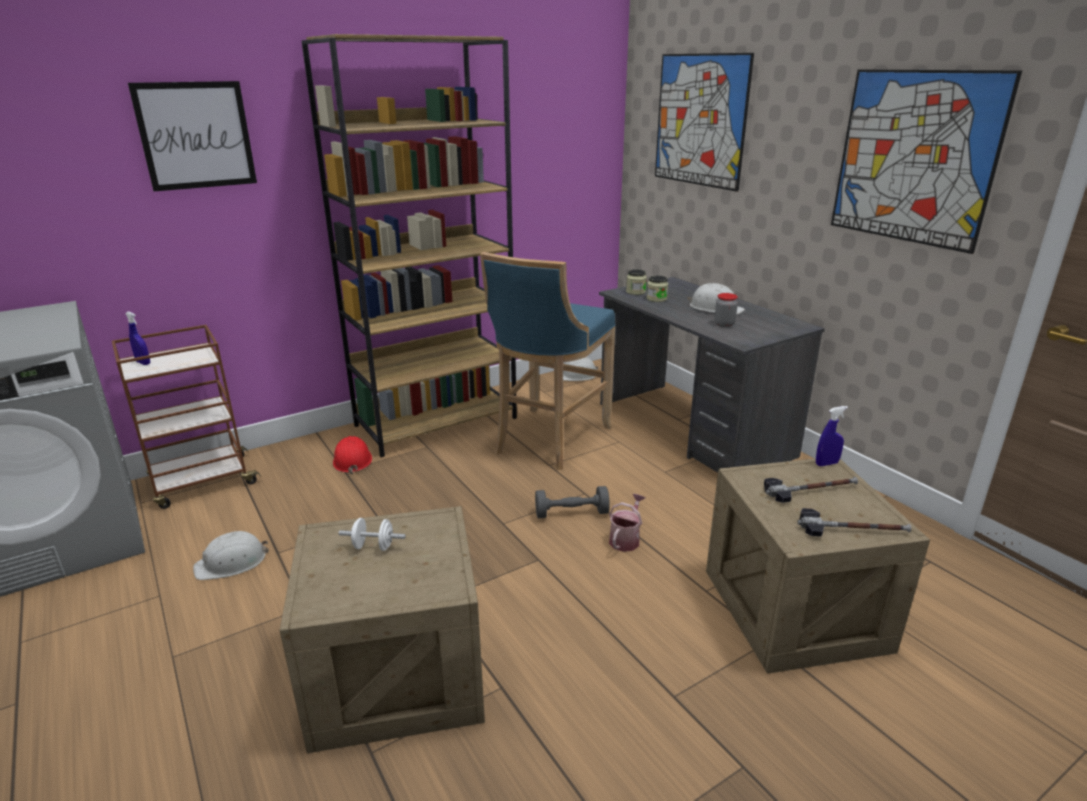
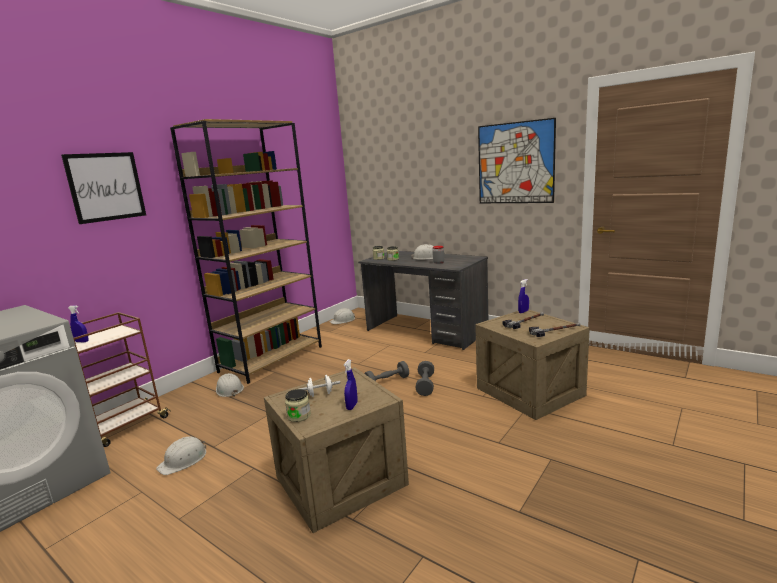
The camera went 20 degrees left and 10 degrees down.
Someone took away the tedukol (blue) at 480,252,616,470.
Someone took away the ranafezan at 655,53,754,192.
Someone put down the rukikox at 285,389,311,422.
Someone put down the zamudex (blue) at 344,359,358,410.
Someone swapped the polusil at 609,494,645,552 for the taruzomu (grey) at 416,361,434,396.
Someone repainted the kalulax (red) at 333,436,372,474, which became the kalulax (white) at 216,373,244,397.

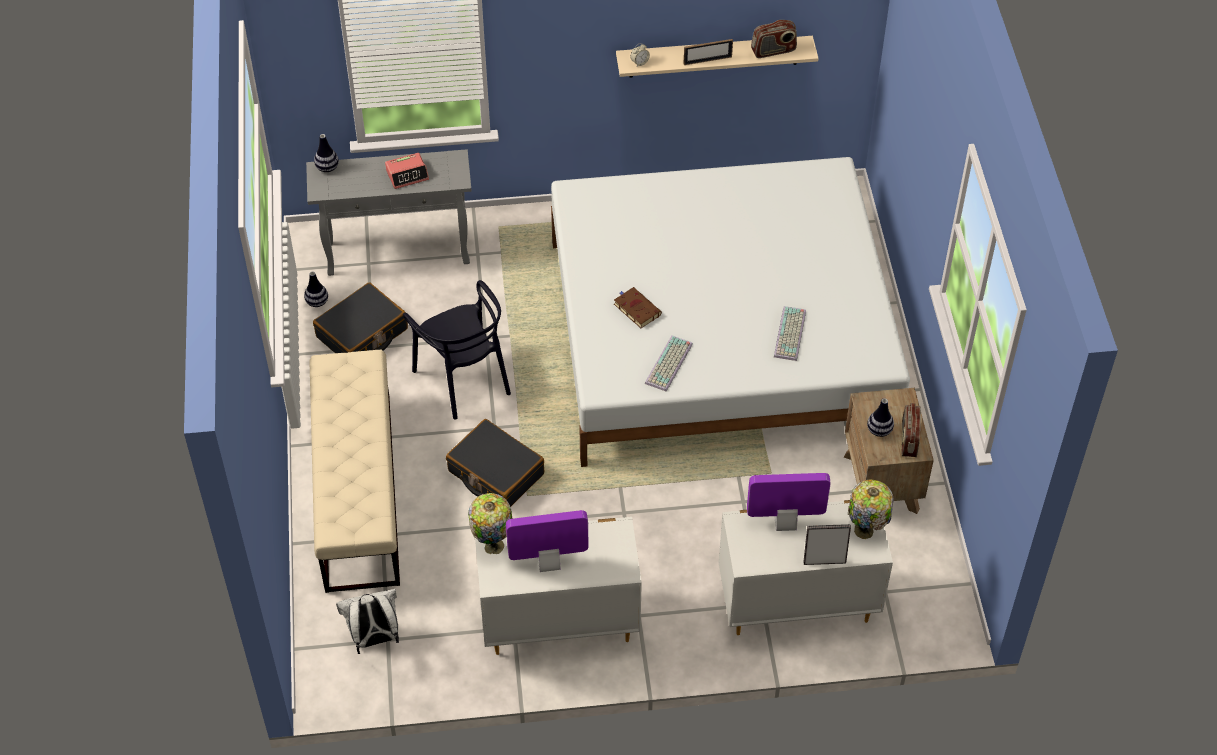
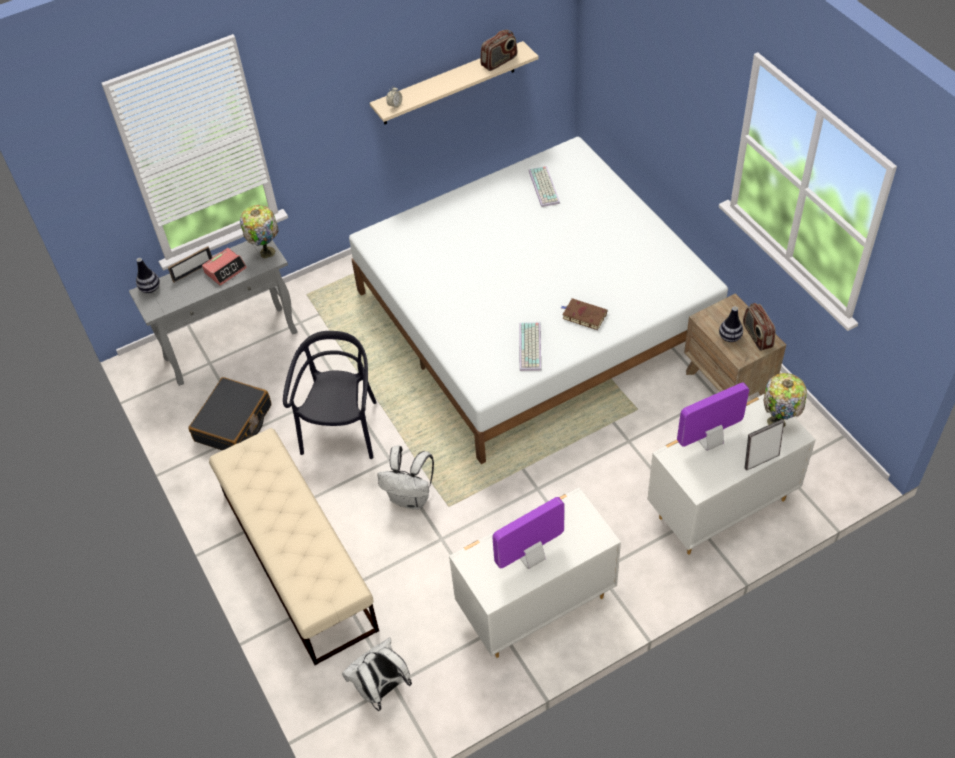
The camera went 20 degrees left and 0 degrees up.
Someone took away the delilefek at 304,271,328,307.
Someone carried the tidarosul from 468,493,513,554 to 240,205,279,258.
Someone carried the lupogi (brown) from 614,287,662,328 to 561,298,607,330.
Someone carried the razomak from 684,39,733,65 to 168,246,212,282.
Someone carried the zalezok from 774,306,806,361 to 529,166,560,207.
Someone swapped the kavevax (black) at 446,419,544,507 for the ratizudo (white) at 377,445,434,510.
Someone rotated the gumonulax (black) at 403,280,511,419 by 120 degrees counterclockwise.

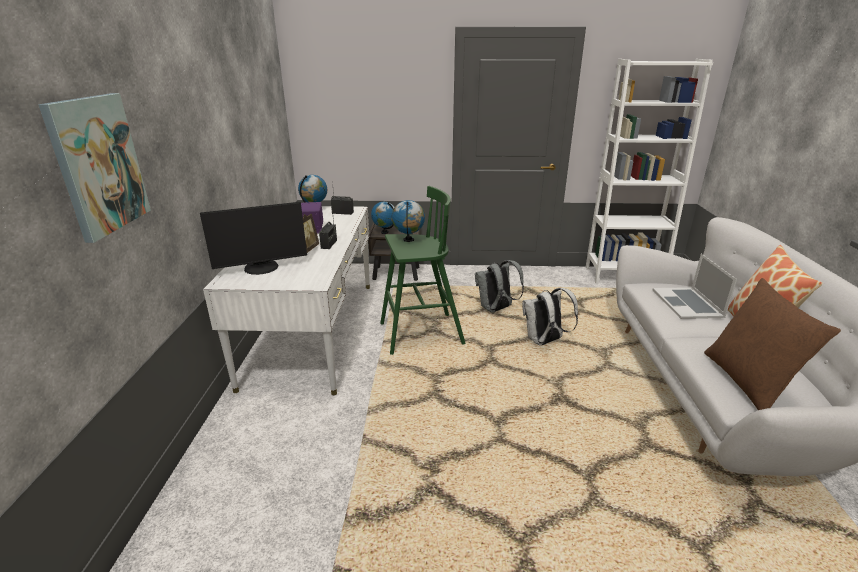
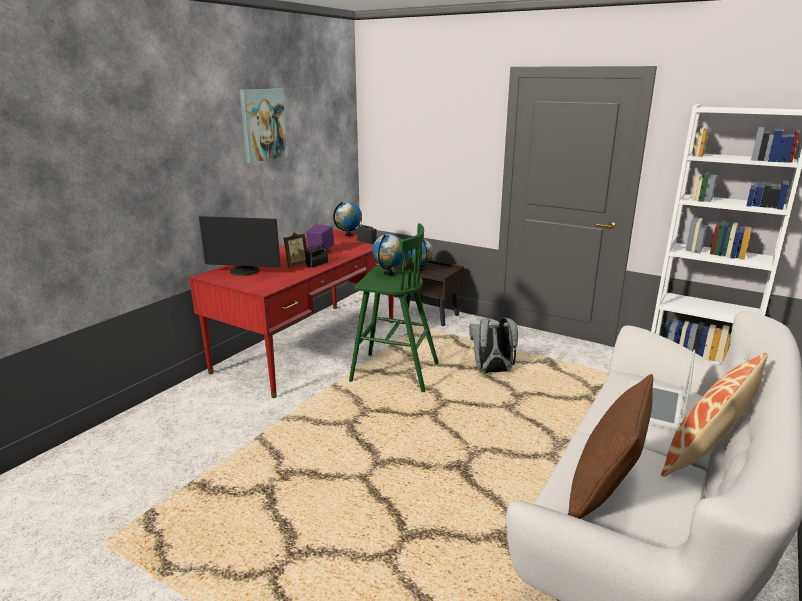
The camera went 30 degrees right and 5 degrees down.
Someone took away the ratizudo (white) at 522,288,578,346.
Someone carried the ranafezan from 38,93,151,243 to 240,89,288,163.
Someone repainted the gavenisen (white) at 203,206,370,395, which became the gavenisen (red) at 189,229,397,398.

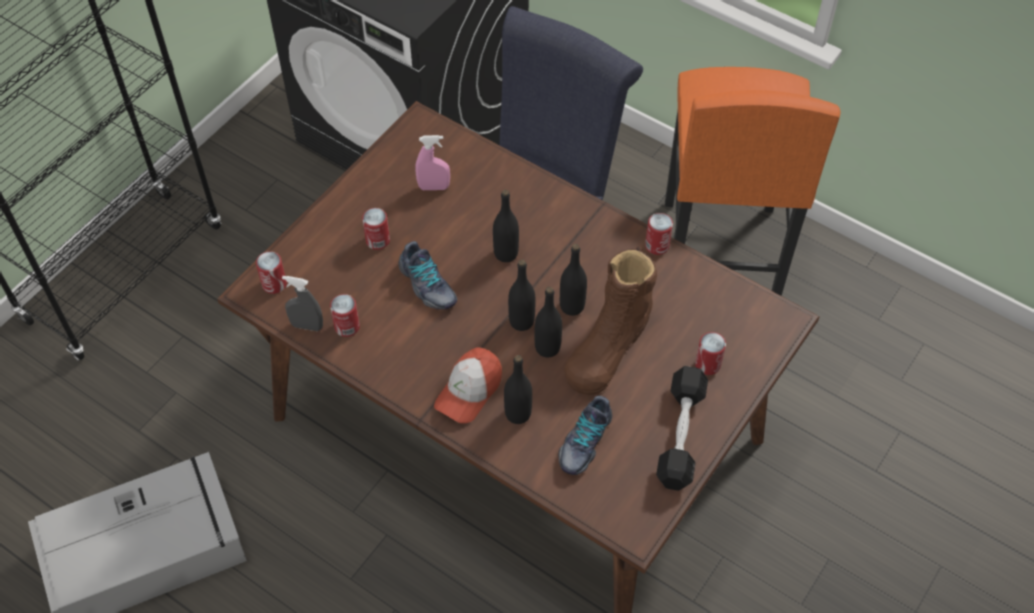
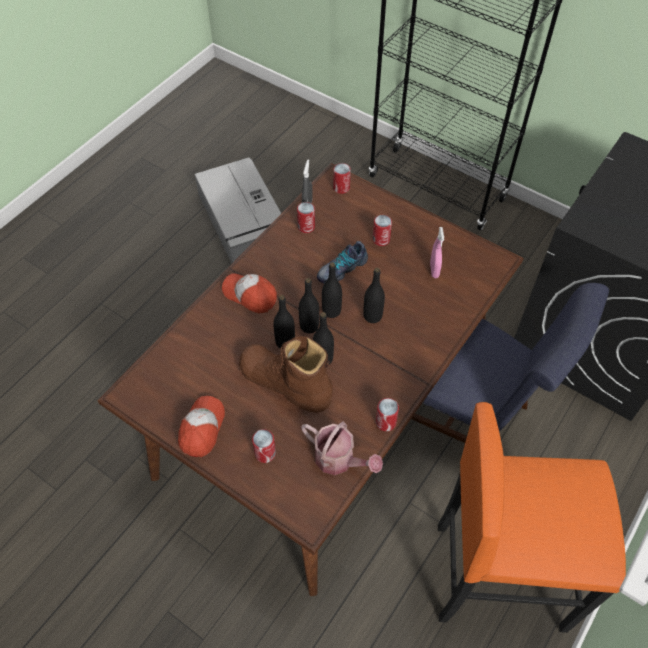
The camera went 90 degrees right and 0 degrees up.
Someone took away the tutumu at 558,396,612,475.
Someone put down the polusil at 301,422,383,475.
Someone carried the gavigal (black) from 504,355,532,424 to 322,262,342,318.
Someone swapped the taruzomu (black) at 656,366,708,491 for the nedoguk at 178,396,225,457.

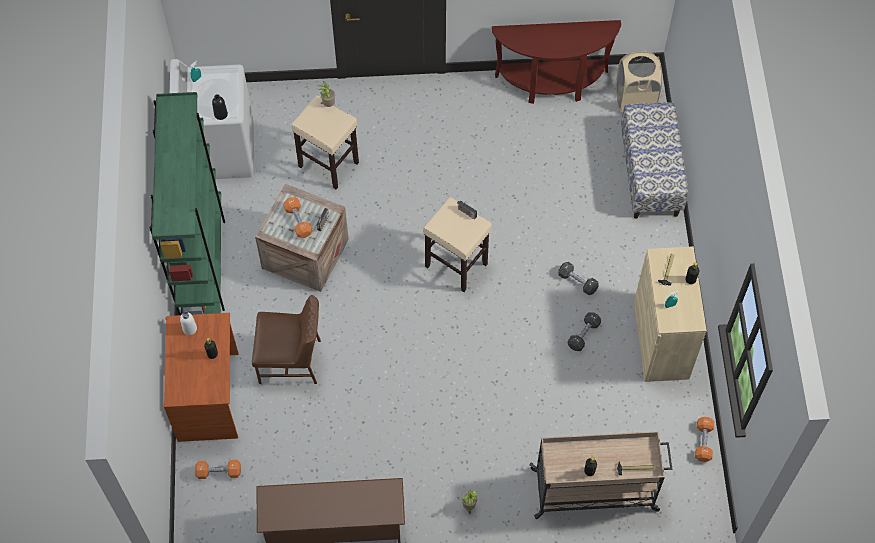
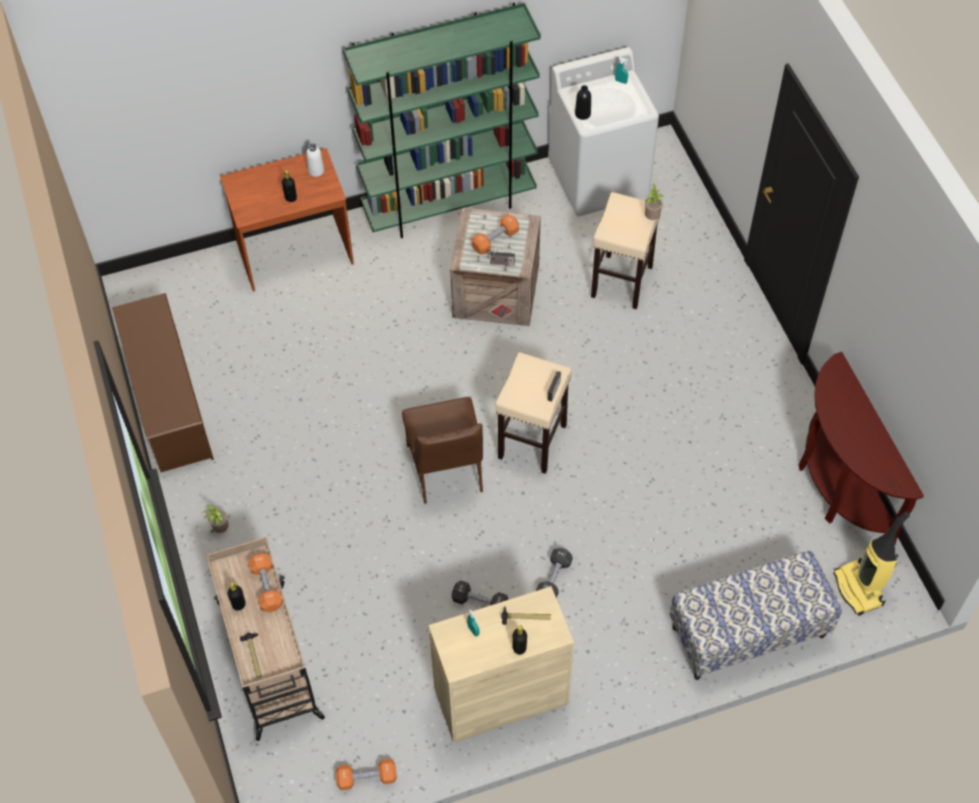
The camera went 75 degrees right and 5 degrees down.
Someone carried the taruzomu (orange) from 195,460,241,479 to 248,553,283,612.
Someone carried the gumonulax (brown) from 252,295,321,384 to 402,397,483,504.
Someone swapped the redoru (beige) at 616,51,662,111 for the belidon at 833,511,910,616.

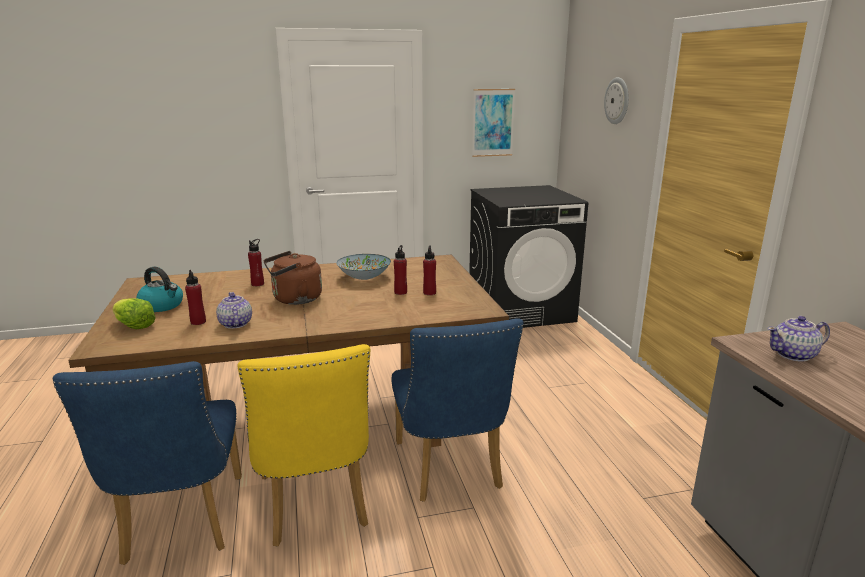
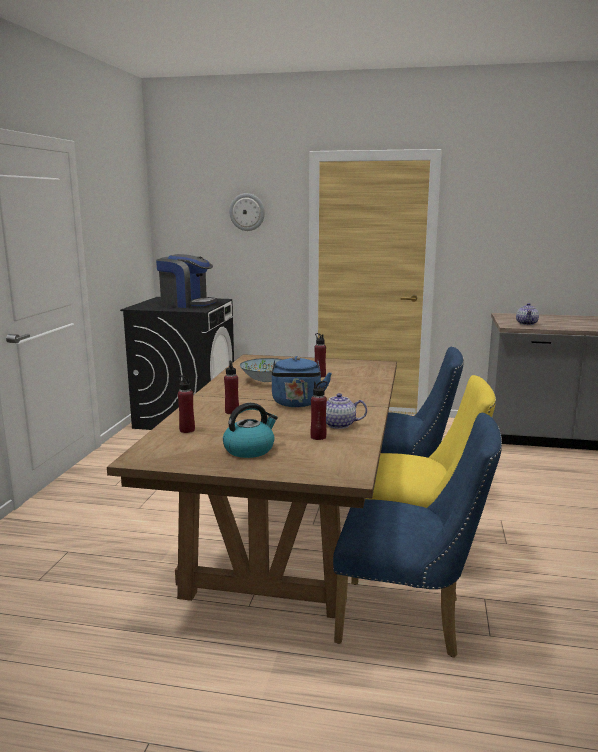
The camera went 65 degrees left and 5 degrees down.
Someone took away the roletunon at 112,298,156,329.
Someone took away the ranafezan at 472,89,515,157.
Someone put down the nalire at 156,254,217,308.
Someone carried the gavigal (red) from 423,245,436,295 to 178,375,195,433.
Someone repainted the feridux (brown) at 264,251,322,305, which became the feridux (blue) at 272,356,332,407.

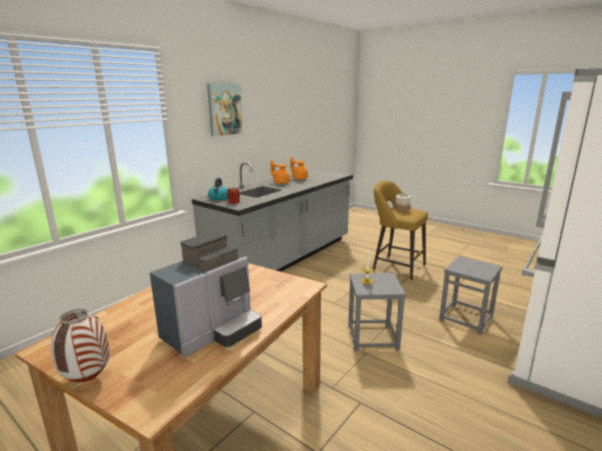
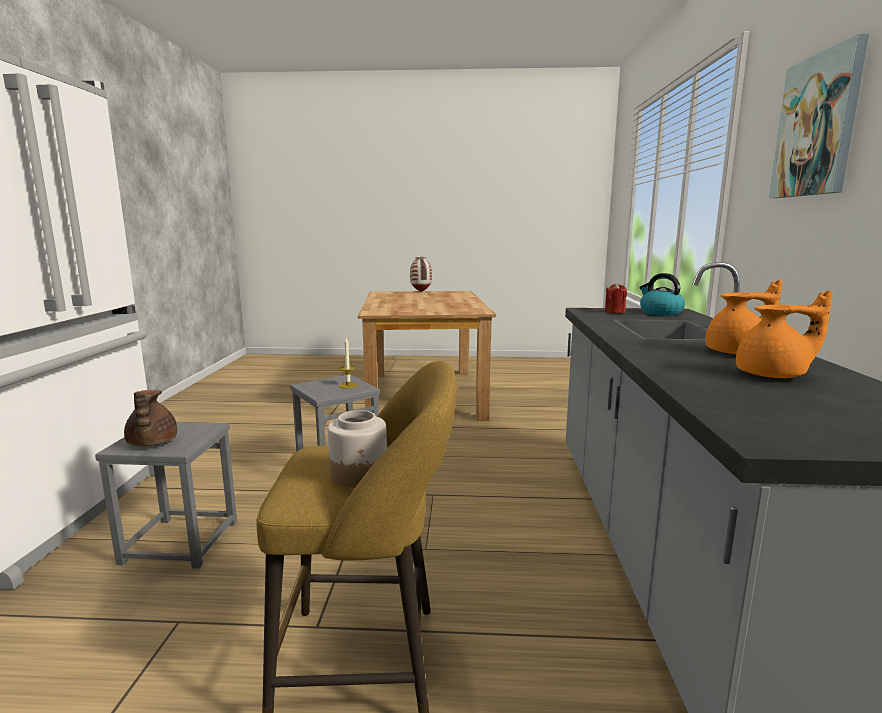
The camera went 145 degrees right and 5 degrees down.
Someone took away the nalire at 150,231,262,357.
Someone put down the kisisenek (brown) at 124,390,177,447.

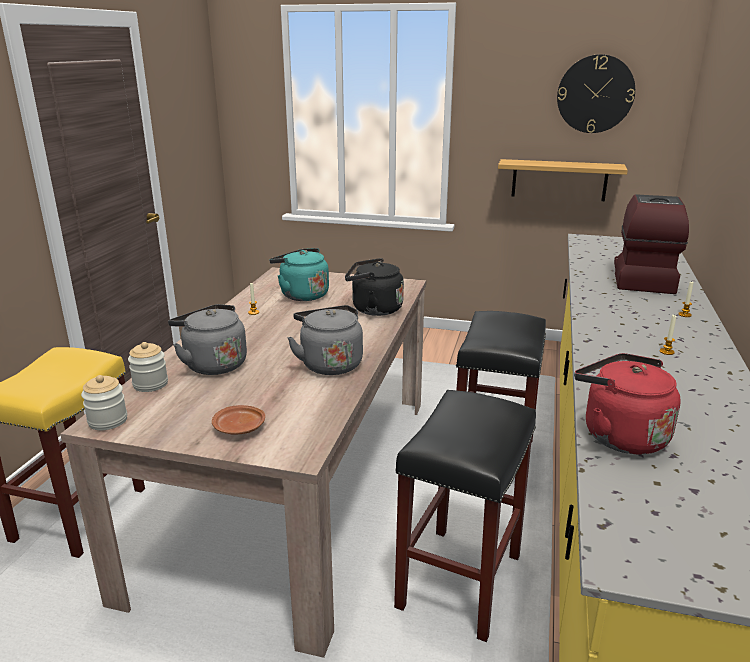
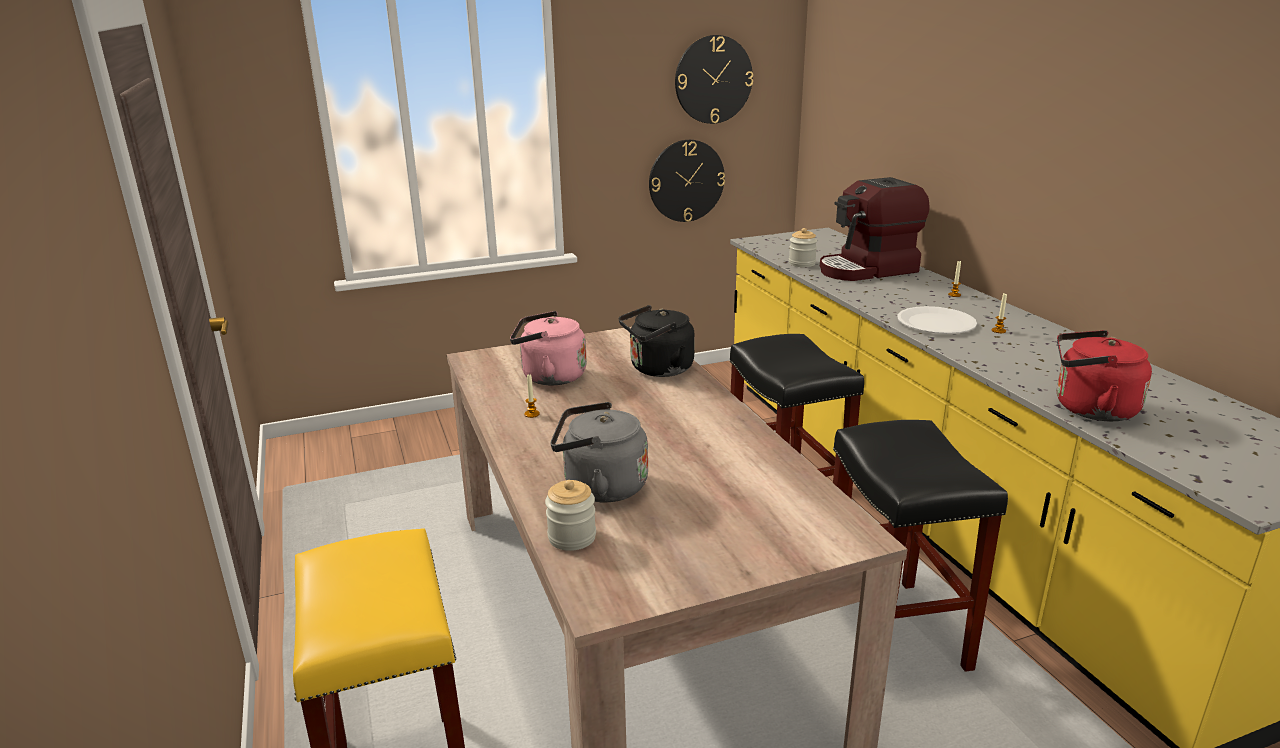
The camera went 35 degrees left and 0 degrees up.
Someone took away the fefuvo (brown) at 212,405,265,435.
Someone took away the feridux (grey) at 287,305,363,375.
Someone put down the fefuvo (white) at 897,306,977,334.
Someone carried the rukikox from 81,375,127,430 to 789,228,817,267.
Someone swapped the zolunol at 498,159,628,201 for the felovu at 649,140,725,222.
Someone repainted the feridux (turquoise) at 269,248,329,301, which became the feridux (pink) at 510,311,587,385.
Someone rotated the nalire at 614,194,689,294 by 90 degrees counterclockwise.

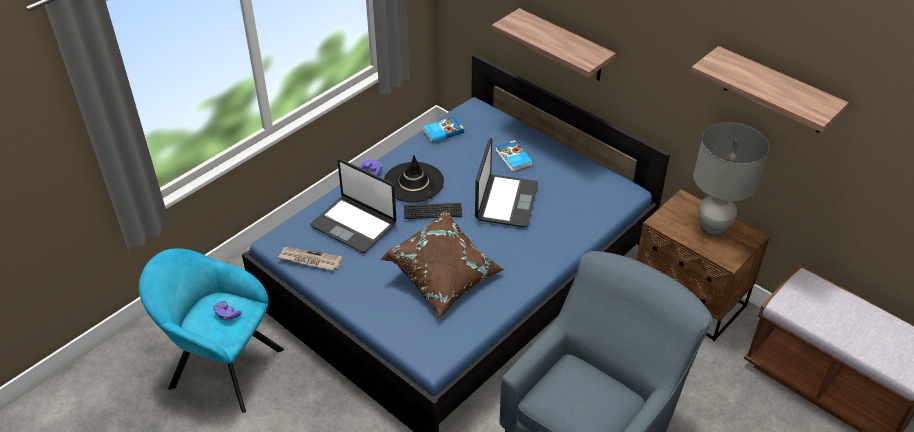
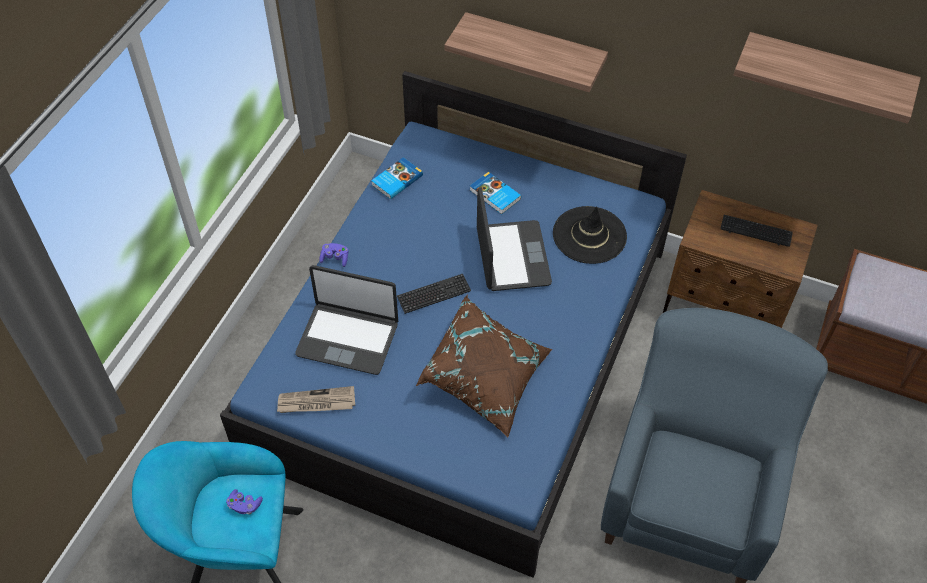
The camera went 20 degrees left and 10 degrees up.
Someone carried the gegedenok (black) from 384,155,444,202 to 553,206,627,264.
Someone swapped the tidarosul (grey) at 693,122,769,237 for the zalezok at 720,215,793,247.

